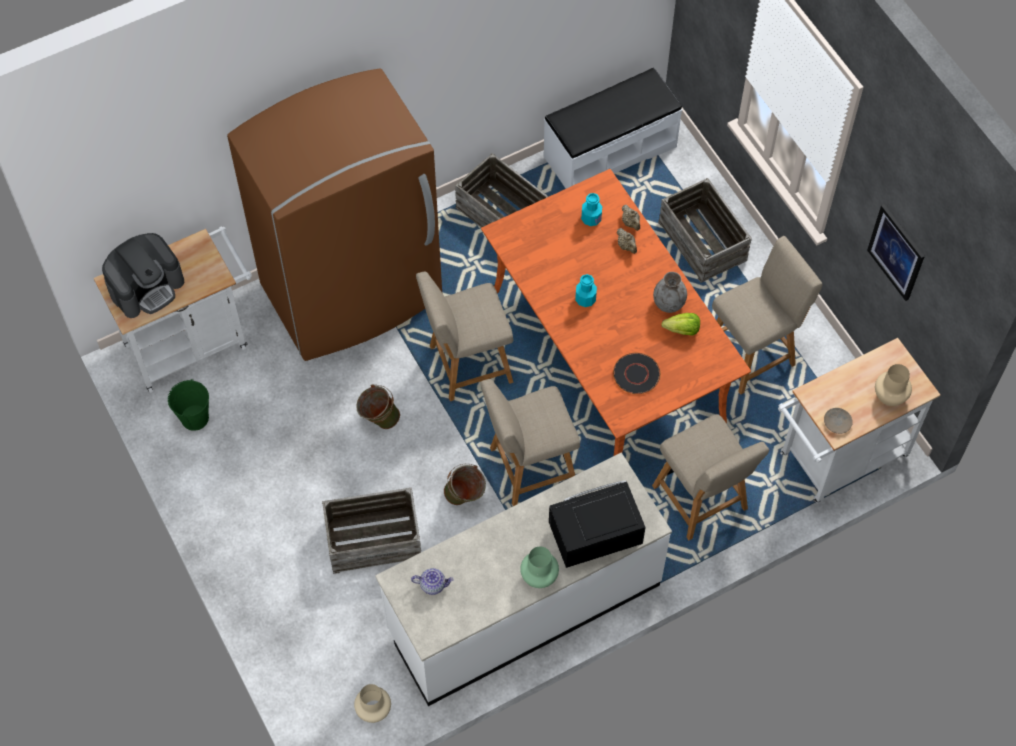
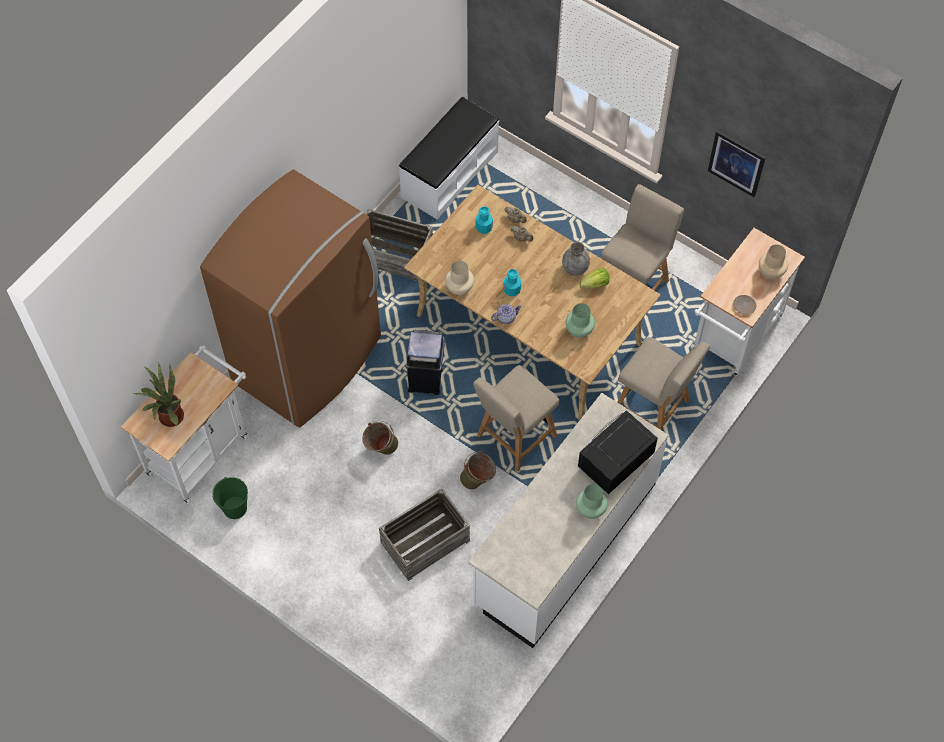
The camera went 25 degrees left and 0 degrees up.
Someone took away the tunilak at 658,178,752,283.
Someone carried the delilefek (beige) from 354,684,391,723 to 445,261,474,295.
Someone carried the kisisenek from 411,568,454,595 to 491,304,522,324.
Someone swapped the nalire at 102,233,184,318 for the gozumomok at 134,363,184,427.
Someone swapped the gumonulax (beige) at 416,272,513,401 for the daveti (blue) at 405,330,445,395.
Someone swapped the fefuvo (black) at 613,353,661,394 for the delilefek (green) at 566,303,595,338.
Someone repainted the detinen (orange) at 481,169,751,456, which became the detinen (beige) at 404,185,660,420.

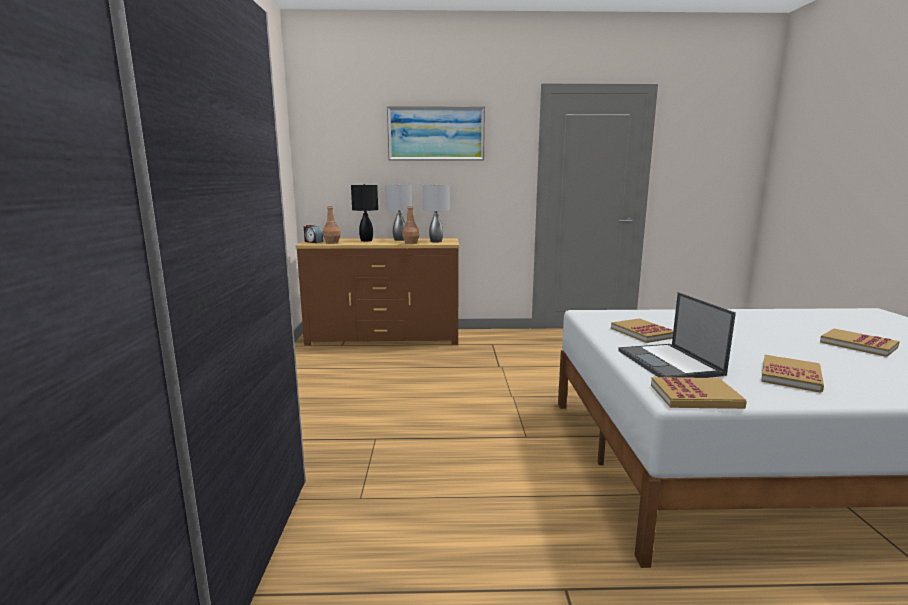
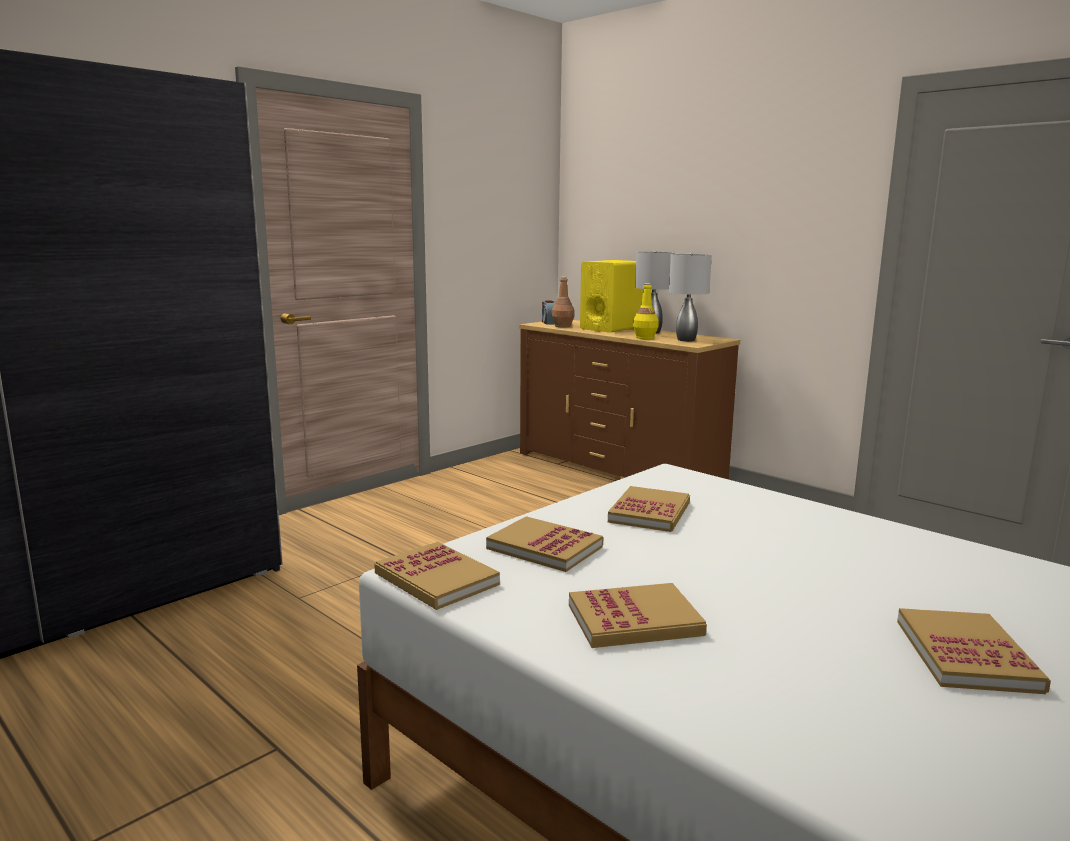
The camera went 45 degrees right and 0 degrees up.
Someone took away the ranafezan at 387,106,485,160.
Someone swapped the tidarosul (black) at 351,184,378,241 for the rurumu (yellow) at 580,260,643,333.
Someone swapped the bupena at 618,292,736,378 for the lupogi at 486,516,603,572.
Someone repainted the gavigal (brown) at 402,206,420,244, which became the gavigal (yellow) at 633,283,658,339.

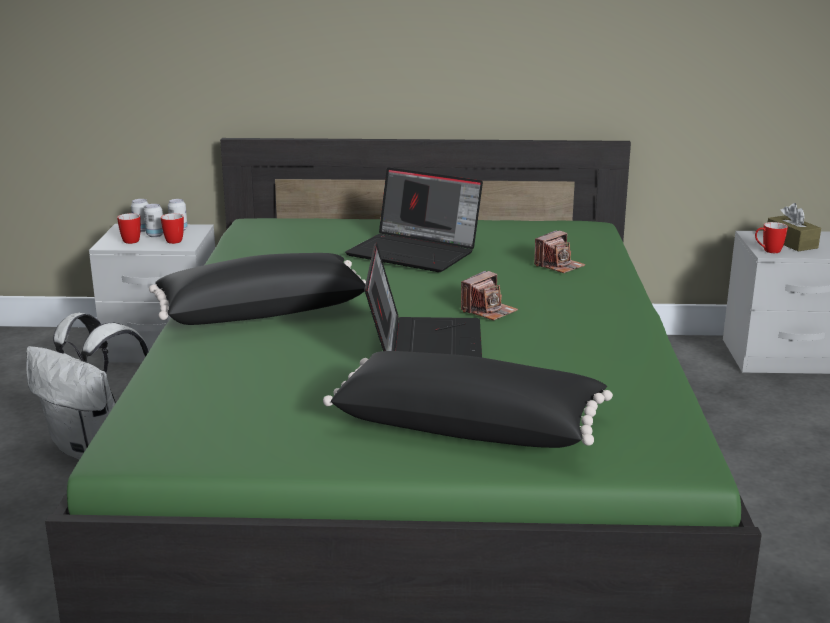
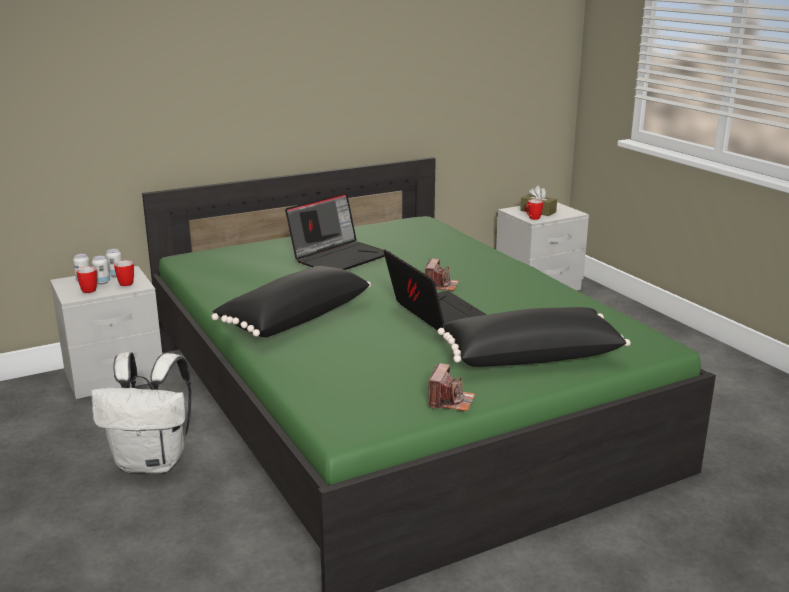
The camera went 30 degrees left and 0 degrees up.
Someone carried the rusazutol from 534,230,586,273 to 428,363,475,411.
Someone rotated the bupena at 345,168,483,272 by 45 degrees counterclockwise.

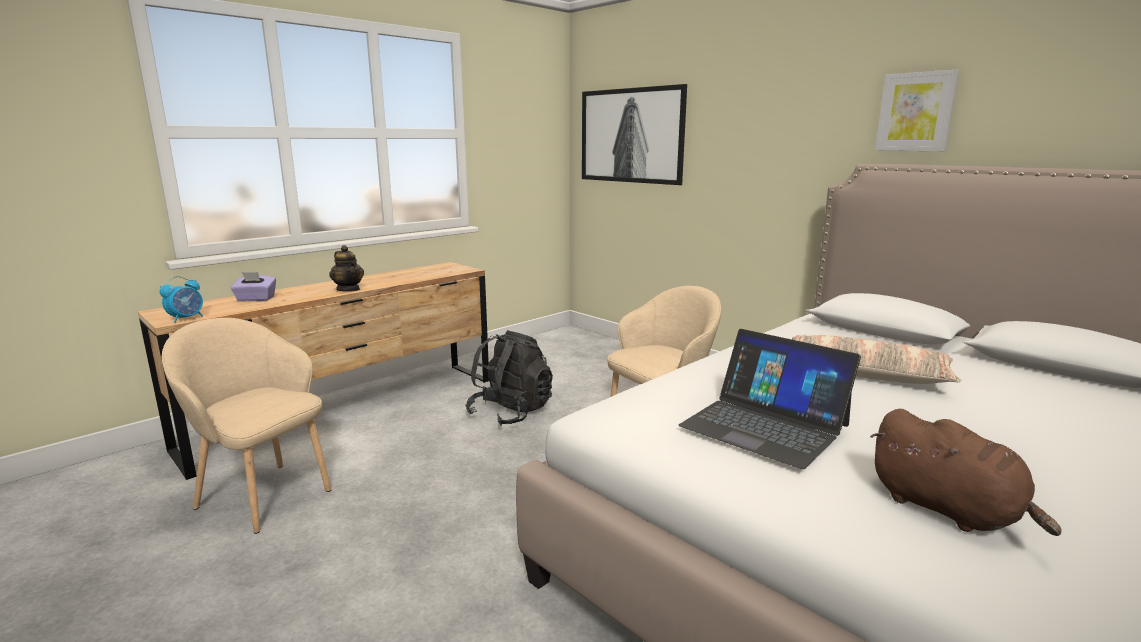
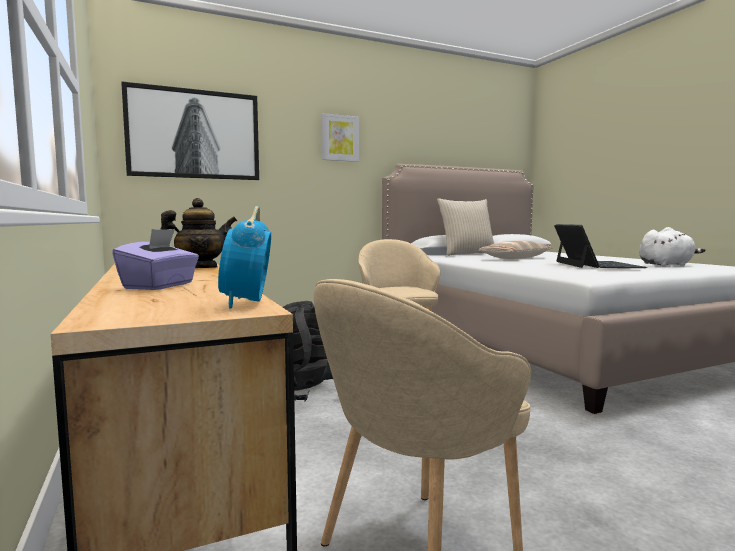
The camera went 70 degrees left and 10 degrees down.
Someone put down the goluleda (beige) at 437,198,494,256.
Someone carried the ranafezan from 875,70,959,151 to 322,113,359,162.
Someone repainted the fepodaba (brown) at 870,409,1062,536, which became the fepodaba (white) at 639,227,706,267.
Someone rotated the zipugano at 160,276,203,323 by 150 degrees counterclockwise.
Someone rotated the bupena at 678,329,861,469 by 60 degrees counterclockwise.

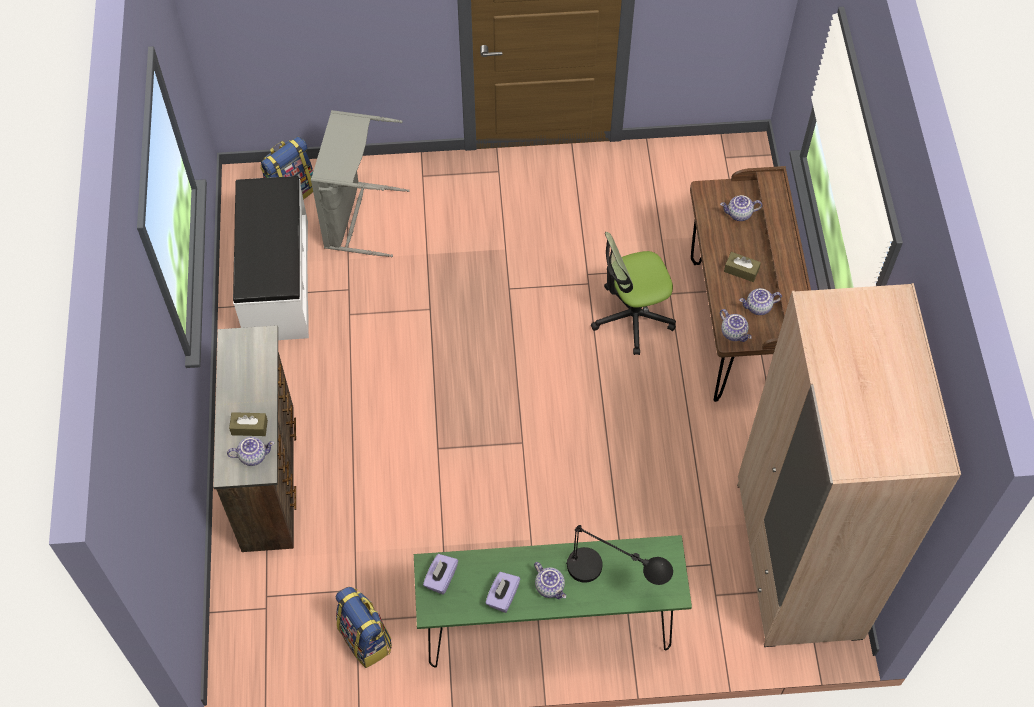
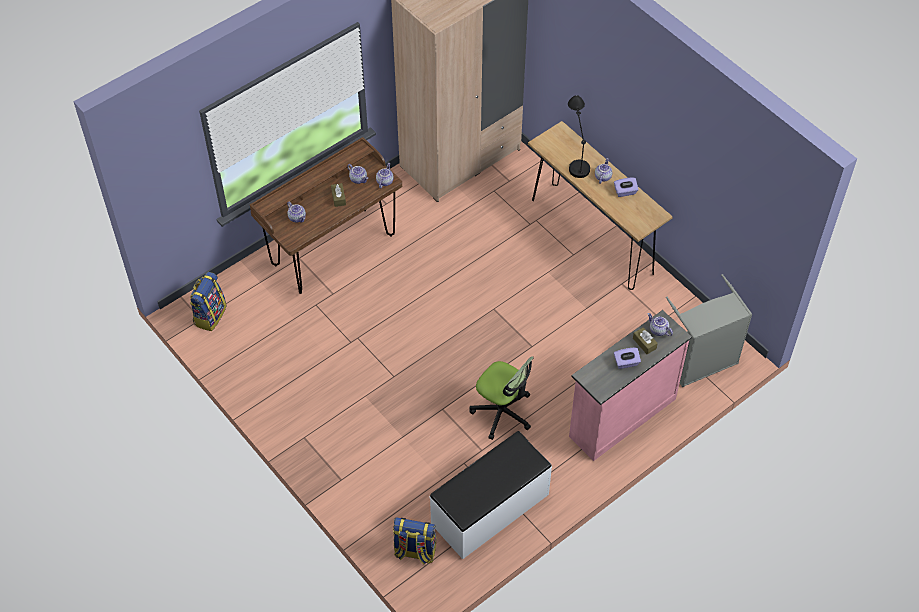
The camera went 125 degrees left and 5 degrees down.
Someone carried the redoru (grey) from 311,110,410,257 to 666,274,752,387.
Someone carried the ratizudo from 336,587,392,668 to 189,272,227,331.
Someone carried the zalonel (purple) from 423,554,458,595 to 614,348,641,369.
Someone carried the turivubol from 591,232,676,355 to 469,356,534,440.
Someone repainted the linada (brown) at 213,325,296,552, which became the linada (pink) at 569,310,692,461.
Someone repainted the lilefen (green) at 414,535,692,667, which became the lilefen (brown) at 528,121,673,290.

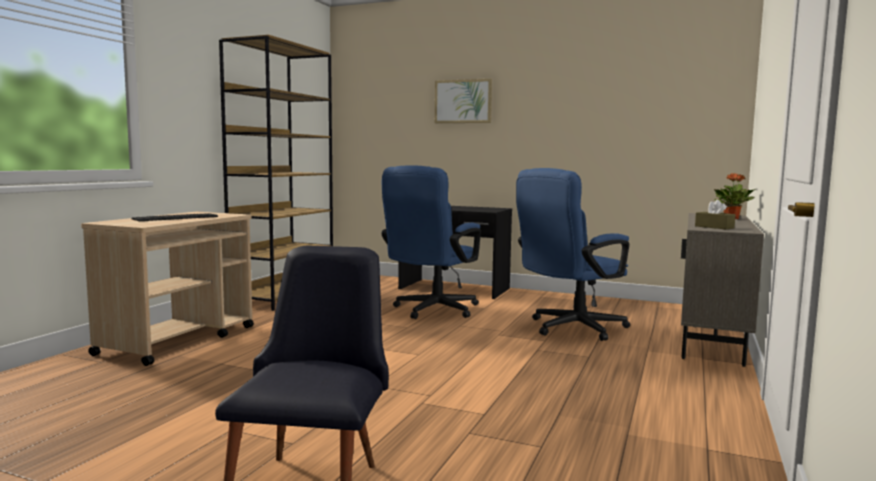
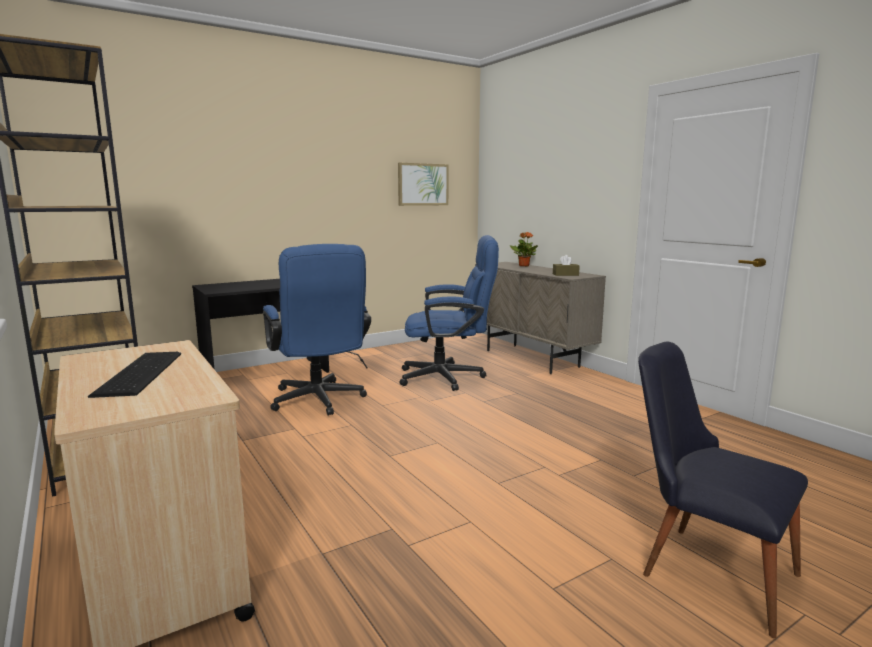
The camera went 55 degrees left and 5 degrees up.
Someone carried the ranafezan from 435,79,492,123 to 398,163,449,206.
Someone rotated the turivubol (blue) at 516,168,630,341 by 90 degrees counterclockwise.

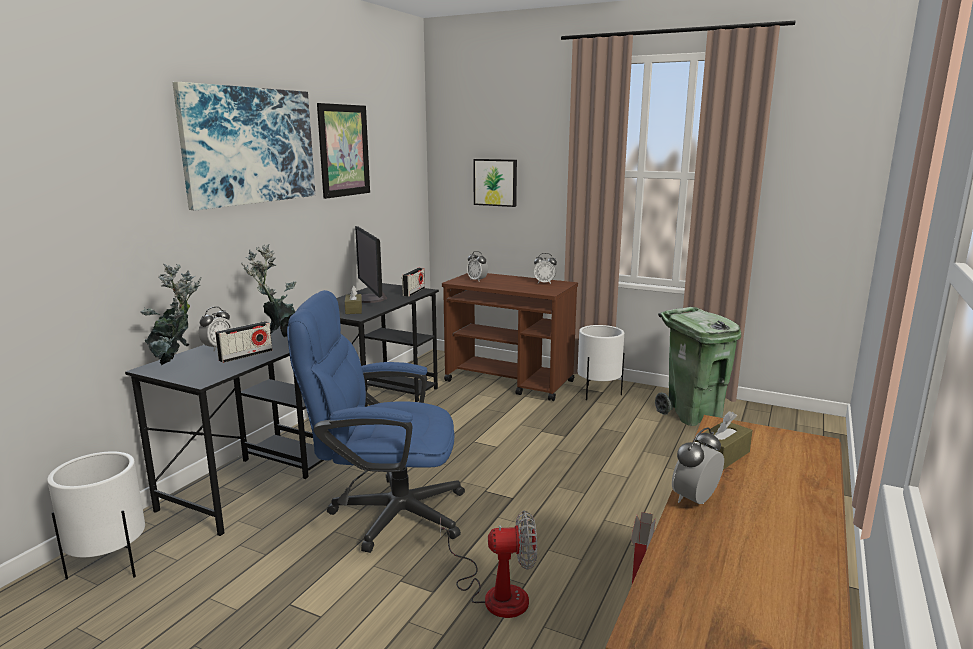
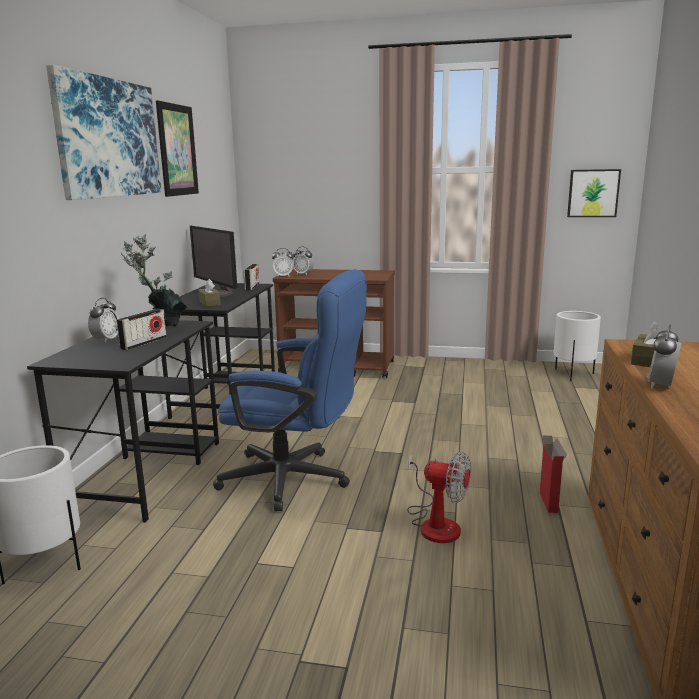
The camera went 15 degrees left and 0 degrees up.
Someone took away the gozumomok at 140,264,201,366.
Someone took away the daveti (green) at 655,307,741,426.
Someone carried the ranafezan from 473,159,517,207 to 567,169,621,217.
Someone carried the zipugano from 534,253,557,284 to 272,248,294,277.
Someone carried the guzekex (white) from 578,325,624,400 to 554,311,601,381.
Someone rotated the turivubol (blue) at 287,290,465,553 by 150 degrees counterclockwise.
Someone rotated the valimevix at 440,511,537,618 by 45 degrees clockwise.

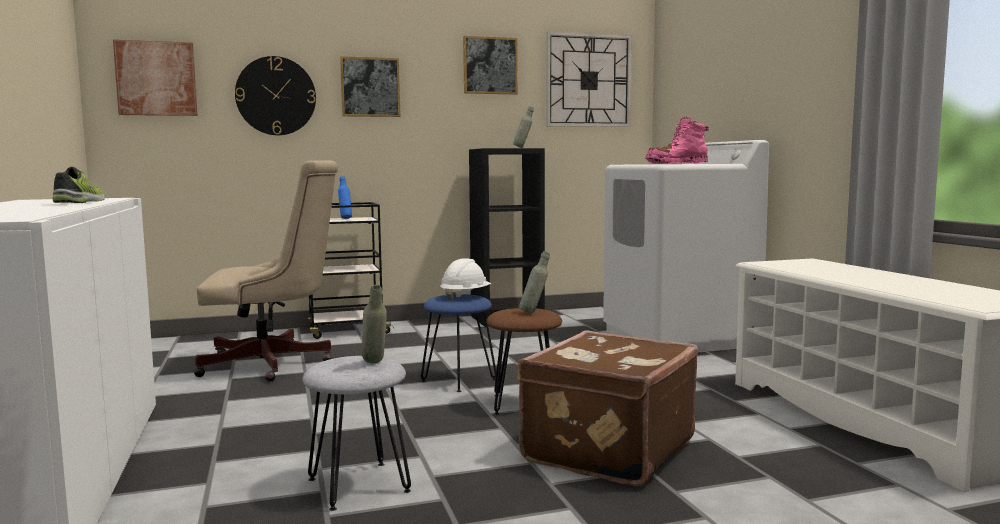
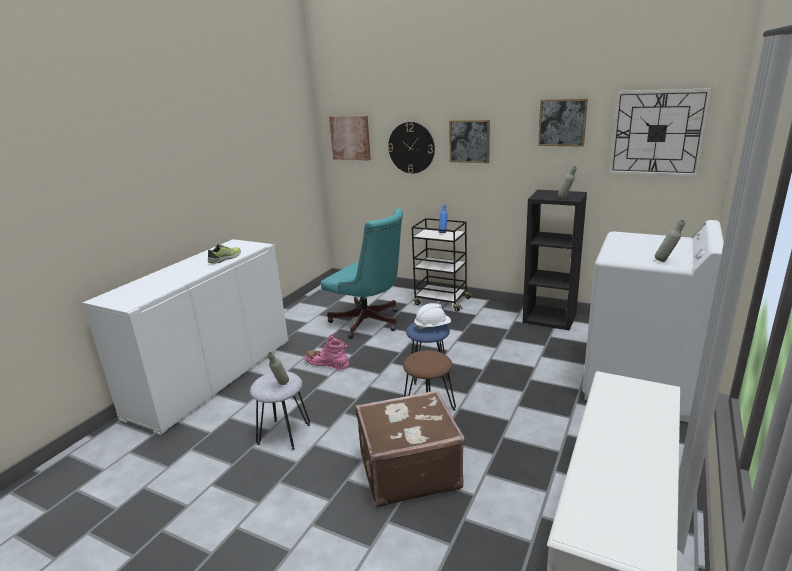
The camera went 45 degrees right and 15 degrees up.
Someone carried the gavigal (grey) from 519,251,550,313 to 655,220,685,262.
Someone carried the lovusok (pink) from 645,117,709,164 to 304,334,349,370.
Someone repainted the turivubol (beige) at 194,160,338,382, which became the turivubol (turquoise) at 321,208,403,338.

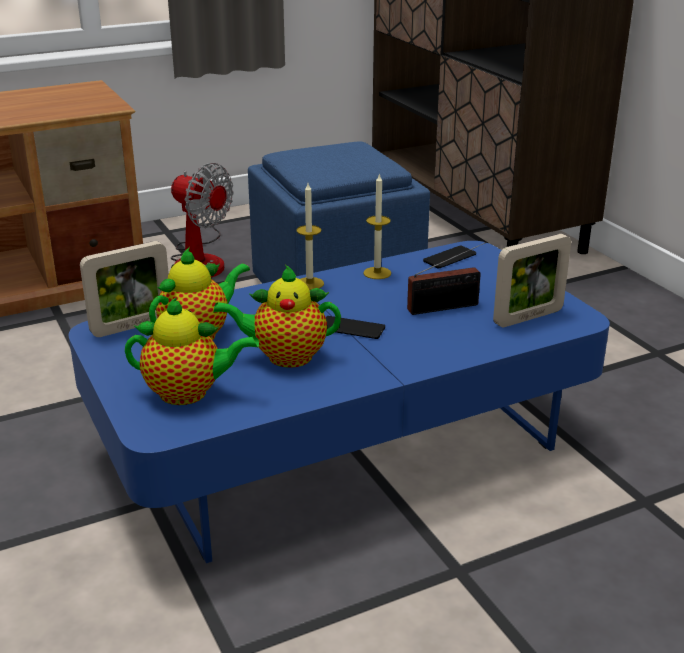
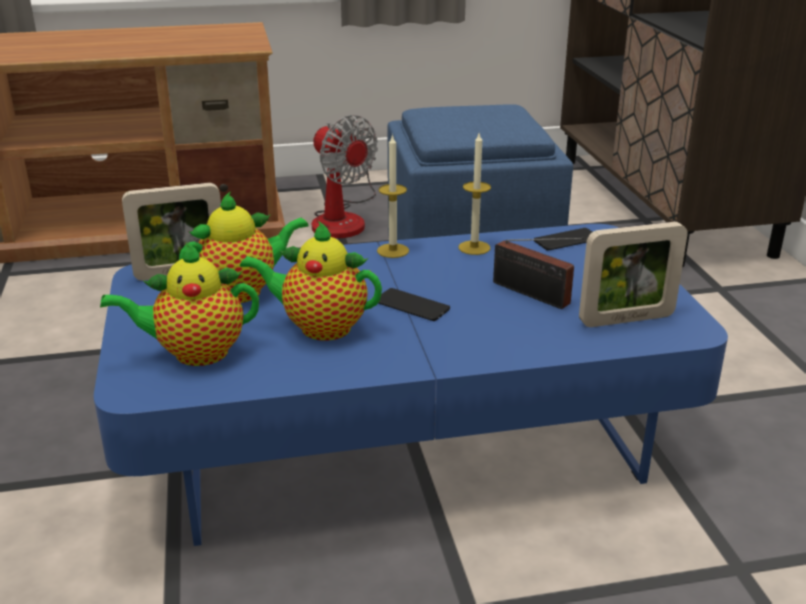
The camera went 15 degrees right and 0 degrees up.
Someone rotated the kisisenek at 125,297,259,405 by 150 degrees clockwise.
Someone rotated the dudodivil at 407,241,487,315 by 45 degrees clockwise.

